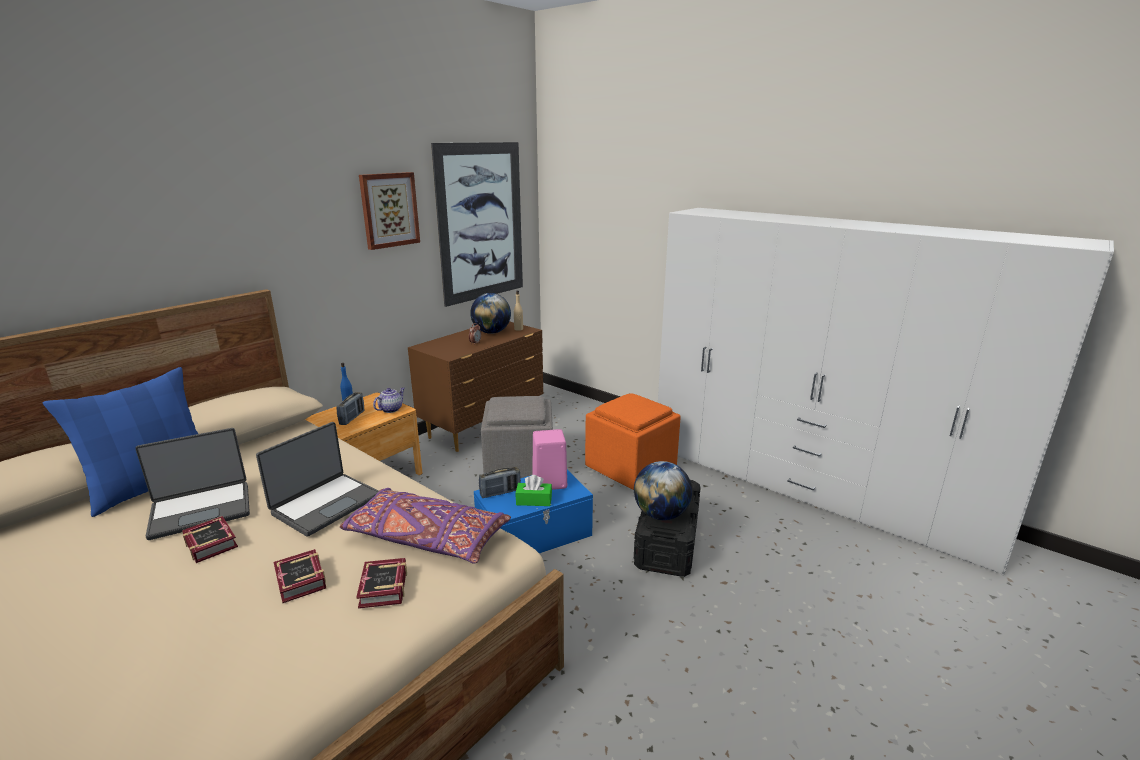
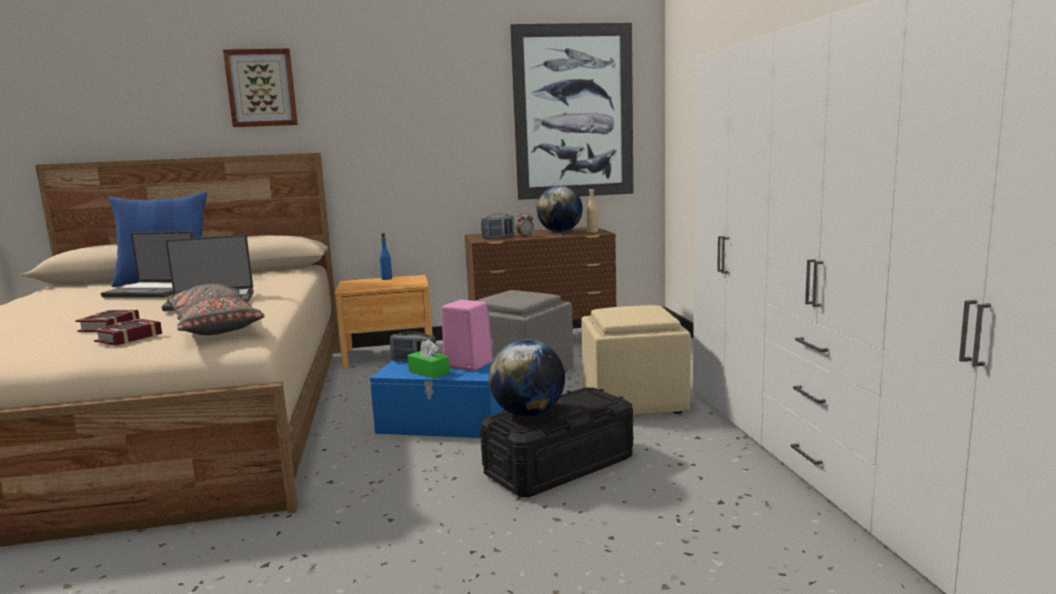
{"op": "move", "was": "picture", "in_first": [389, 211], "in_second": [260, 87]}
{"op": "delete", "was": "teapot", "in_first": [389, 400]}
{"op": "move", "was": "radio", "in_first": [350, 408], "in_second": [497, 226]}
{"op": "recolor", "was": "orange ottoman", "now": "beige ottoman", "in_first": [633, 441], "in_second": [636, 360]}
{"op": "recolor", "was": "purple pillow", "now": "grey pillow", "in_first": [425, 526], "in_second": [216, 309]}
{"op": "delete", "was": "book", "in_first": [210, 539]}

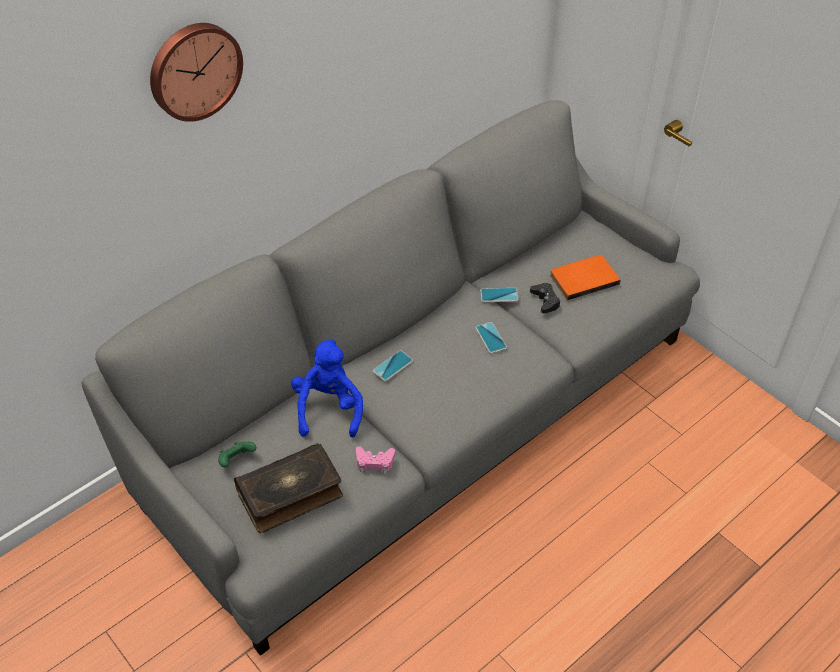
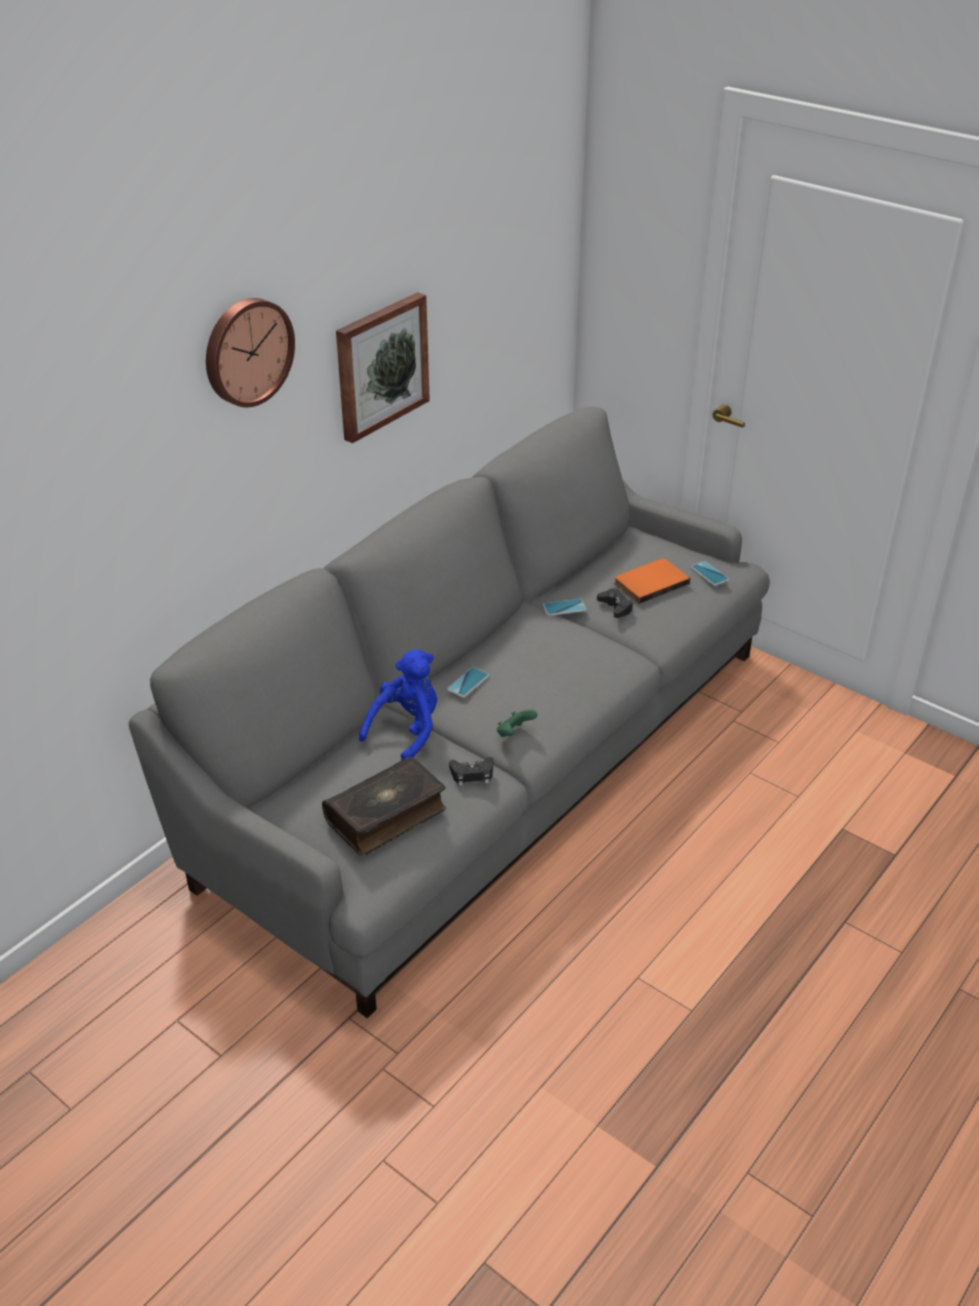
{"op": "move", "was": "phone", "in_first": [491, 337], "in_second": [710, 573]}
{"op": "rotate", "was": "blue plush toy", "in_first": [327, 388], "in_second": [398, 704], "clockwise": 45}
{"op": "move", "was": "green game controller", "in_first": [237, 454], "in_second": [517, 723]}
{"op": "recolor", "was": "pink game controller", "now": "black game controller", "in_first": [375, 460], "in_second": [471, 771]}
{"op": "insert", "now": "picture", "in_second": [383, 367]}

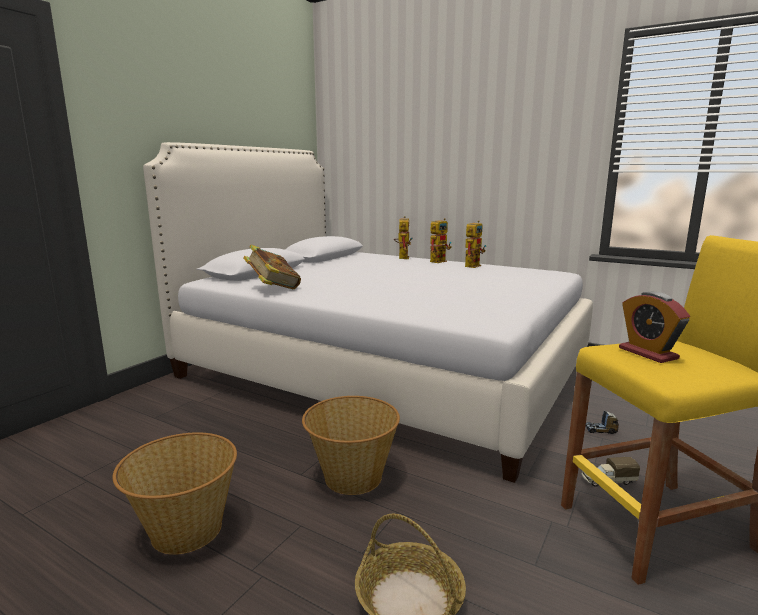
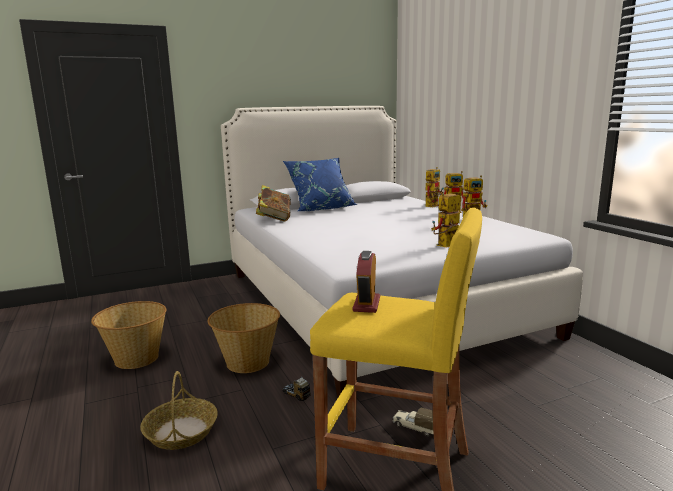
{"op": "move", "was": "toy truck", "in_first": [602, 422], "in_second": [296, 388]}
{"op": "insert", "now": "blue pillow", "in_second": [320, 184]}
{"op": "insert", "now": "toy robot", "in_second": [446, 220]}

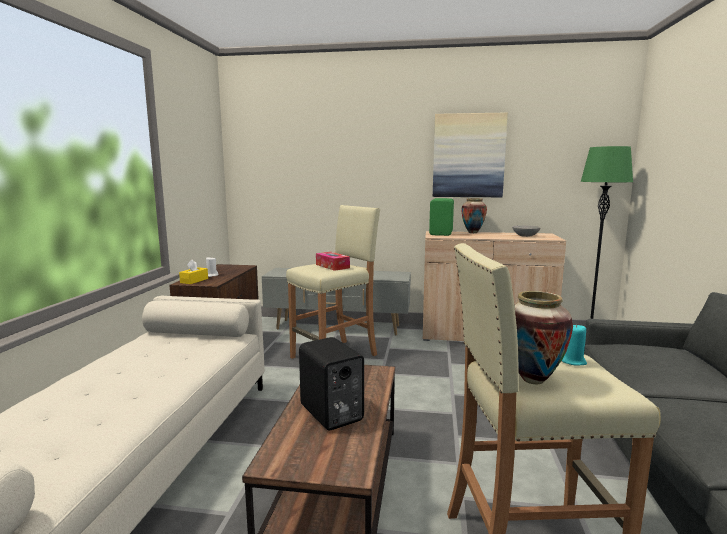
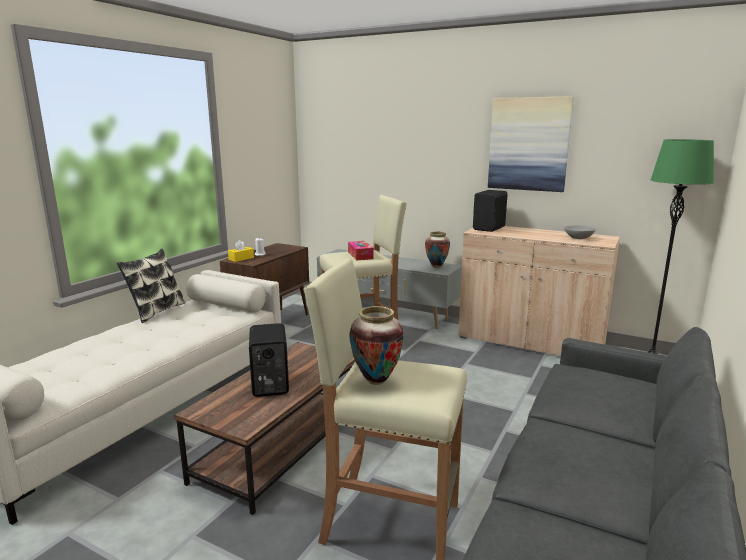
{"op": "recolor", "was": "green speaker", "now": "black speaker", "in_first": [441, 217], "in_second": [490, 211]}
{"op": "move", "was": "vase", "in_first": [474, 215], "in_second": [437, 250]}
{"op": "delete", "was": "turquoise candle", "in_first": [574, 345]}
{"op": "insert", "now": "pillow", "in_second": [151, 285]}

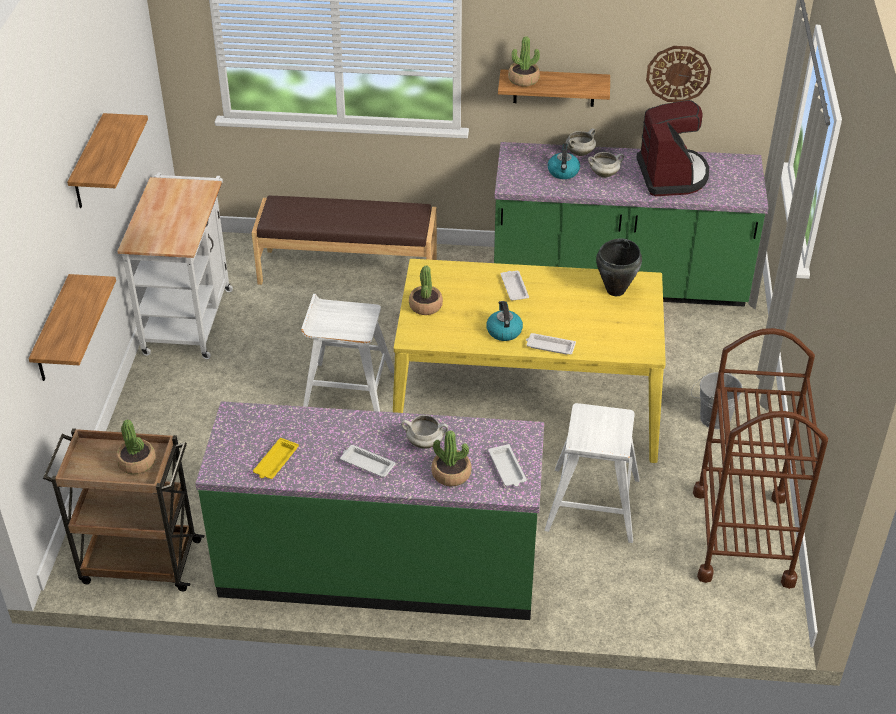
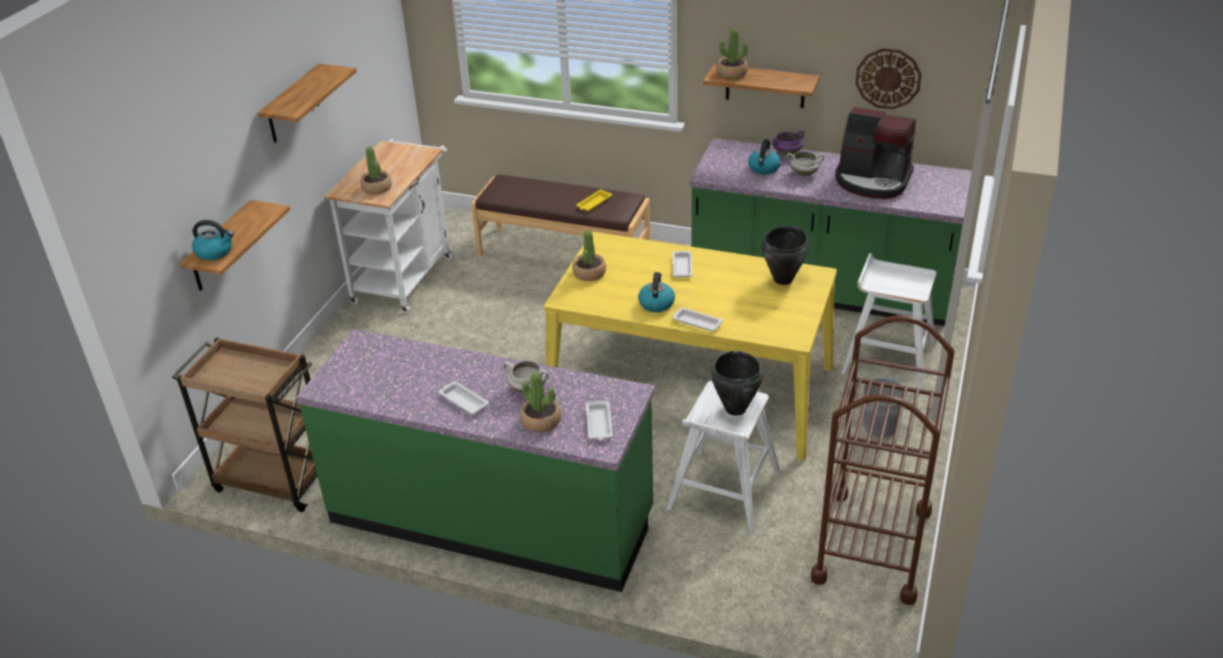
{"op": "rotate", "was": "coffee machine", "in_first": [673, 148], "in_second": [875, 153], "clockwise": 105}
{"op": "recolor", "was": "white cooking pot", "now": "purple cooking pot", "in_first": [581, 142], "in_second": [788, 143]}
{"op": "move", "was": "white stool", "in_first": [347, 352], "in_second": [888, 321]}
{"op": "move", "was": "potted plant", "in_first": [136, 447], "in_second": [376, 170]}
{"op": "move", "was": "yellow tray", "in_first": [276, 458], "in_second": [594, 200]}
{"op": "insert", "now": "kettle", "in_second": [213, 240]}
{"op": "insert", "now": "black cooking pot", "in_second": [737, 383]}

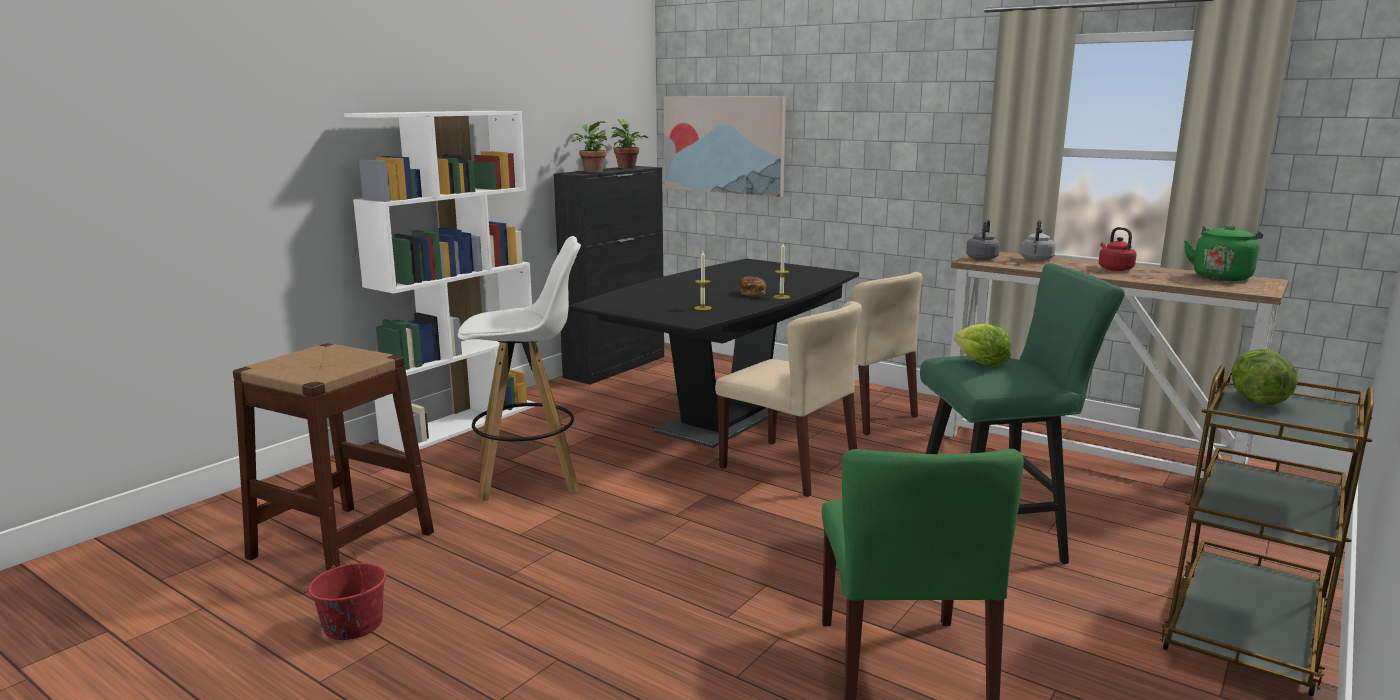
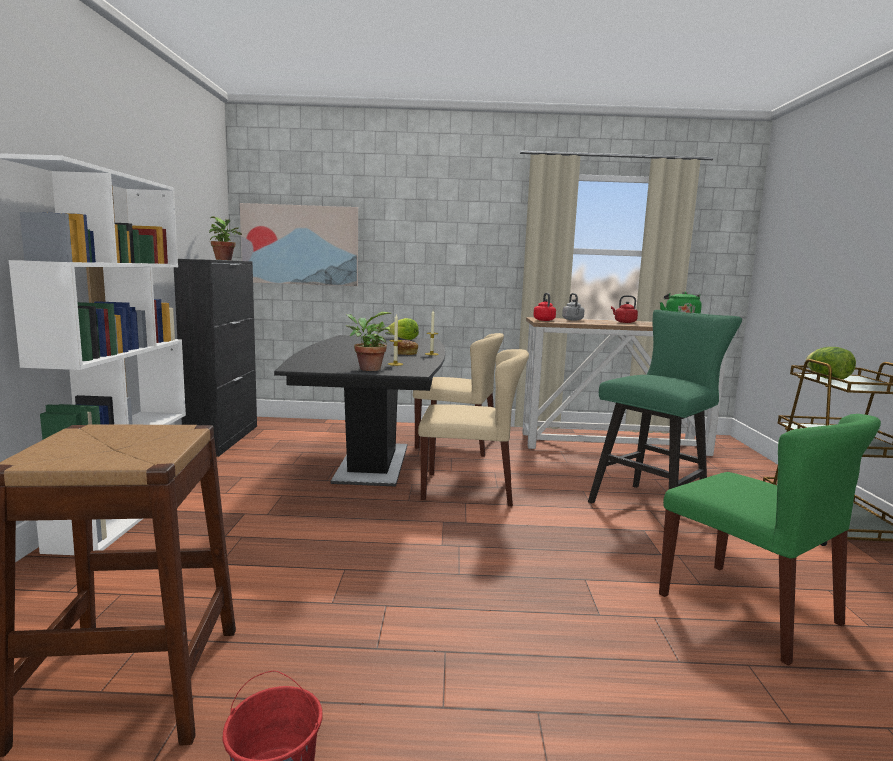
{"op": "move", "was": "potted plant", "in_first": [589, 147], "in_second": [369, 341]}
{"op": "recolor", "was": "grey kettle", "now": "red kettle", "in_first": [983, 239], "in_second": [544, 307]}
{"op": "delete", "was": "white stool", "in_first": [519, 369]}
{"op": "move", "was": "lettuce", "in_first": [982, 345], "in_second": [403, 329]}

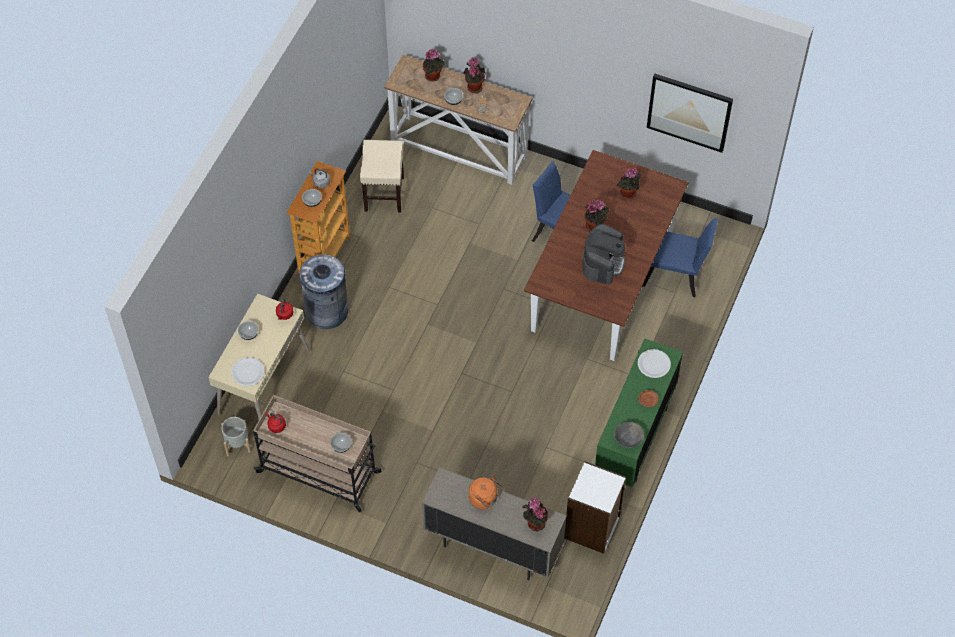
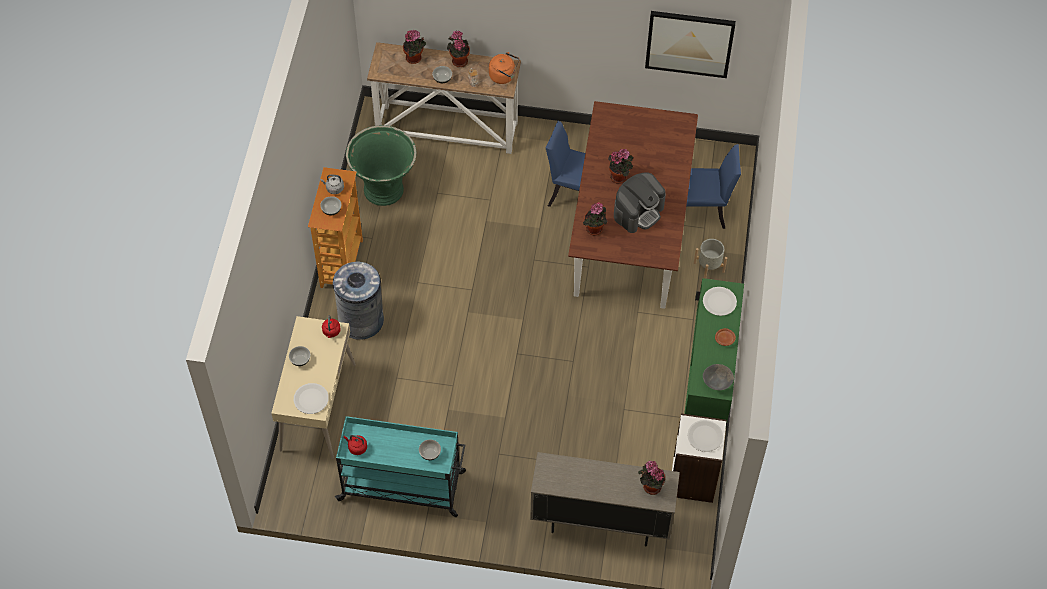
{"op": "replace", "was": "beige stool", "now": "green planter", "in_first": [382, 176], "in_second": [381, 165]}
{"op": "move", "was": "potted plant", "in_first": [629, 183], "in_second": [595, 218]}
{"op": "rotate", "was": "coffee machine", "in_first": [603, 254], "in_second": [640, 202], "clockwise": 45}
{"op": "recolor", "was": "beige cart", "now": "turquoise cart", "in_first": [317, 453], "in_second": [400, 466]}
{"op": "move", "was": "grey planter", "in_first": [236, 436], "in_second": [710, 259]}
{"op": "move", "was": "orange kettle", "in_first": [486, 492], "in_second": [504, 68]}
{"op": "insert", "now": "white plate", "in_second": [705, 436]}

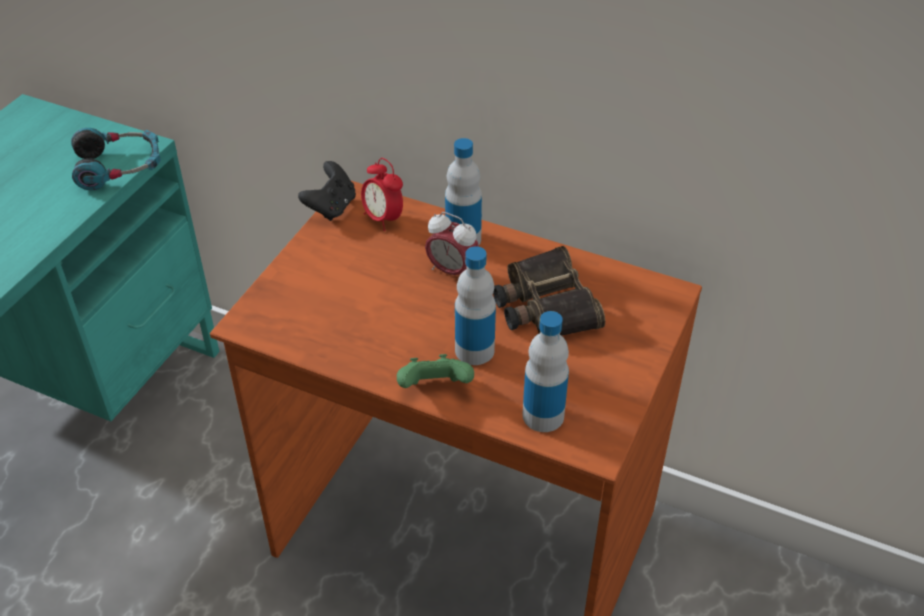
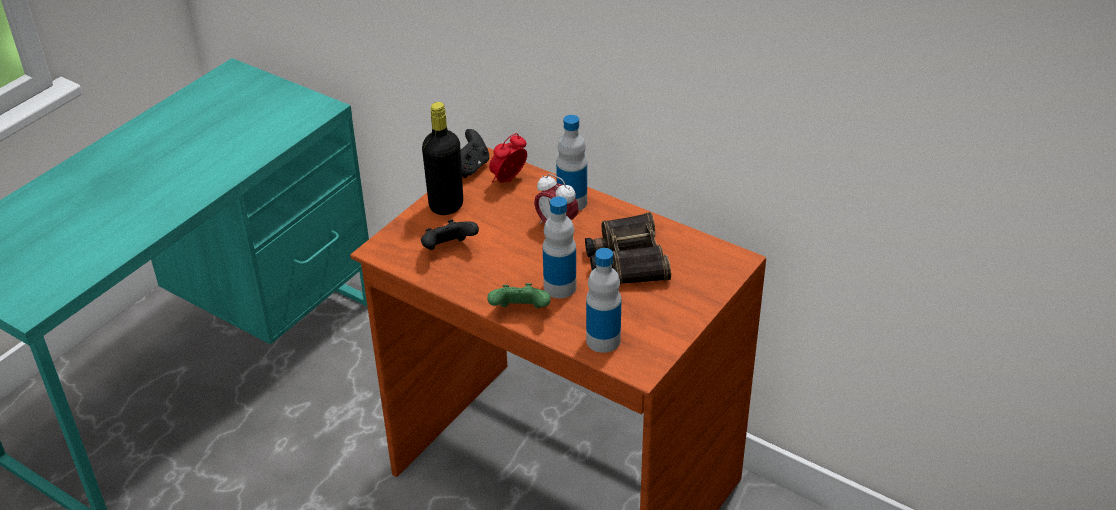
{"op": "delete", "was": "headphones", "in_first": [116, 159]}
{"op": "rotate", "was": "alarm clock", "in_first": [382, 194], "in_second": [508, 158], "clockwise": 75}
{"op": "insert", "now": "black bottle", "in_second": [442, 158]}
{"op": "insert", "now": "black game controller", "in_second": [450, 234]}

